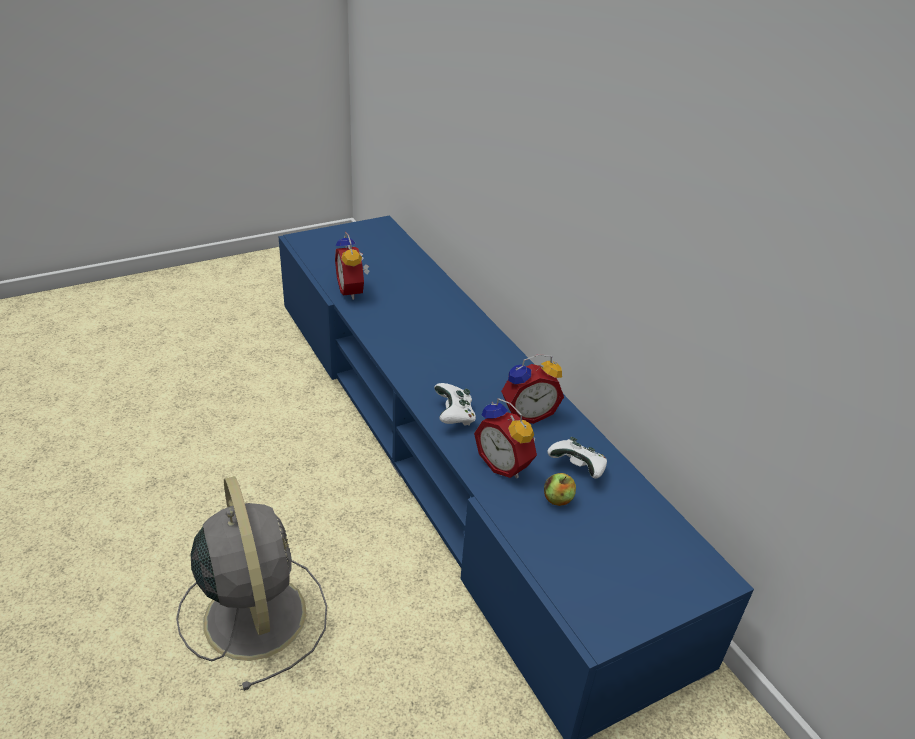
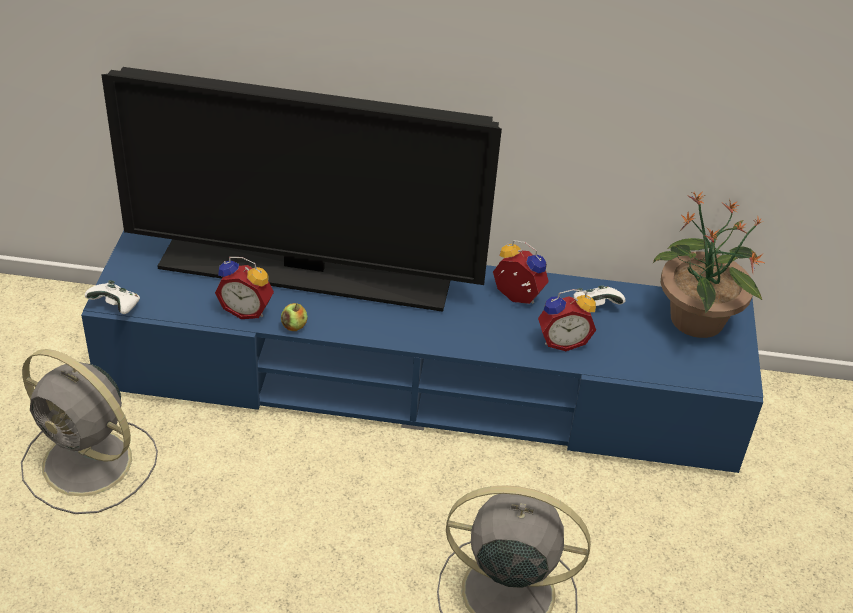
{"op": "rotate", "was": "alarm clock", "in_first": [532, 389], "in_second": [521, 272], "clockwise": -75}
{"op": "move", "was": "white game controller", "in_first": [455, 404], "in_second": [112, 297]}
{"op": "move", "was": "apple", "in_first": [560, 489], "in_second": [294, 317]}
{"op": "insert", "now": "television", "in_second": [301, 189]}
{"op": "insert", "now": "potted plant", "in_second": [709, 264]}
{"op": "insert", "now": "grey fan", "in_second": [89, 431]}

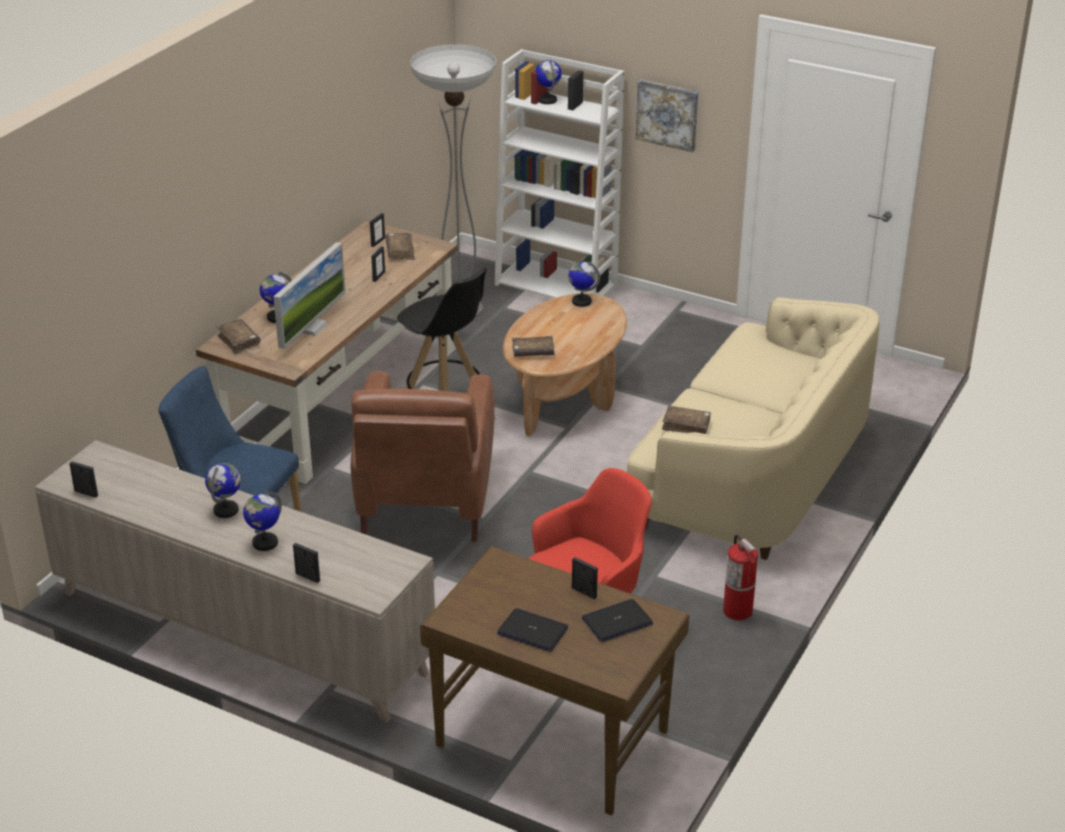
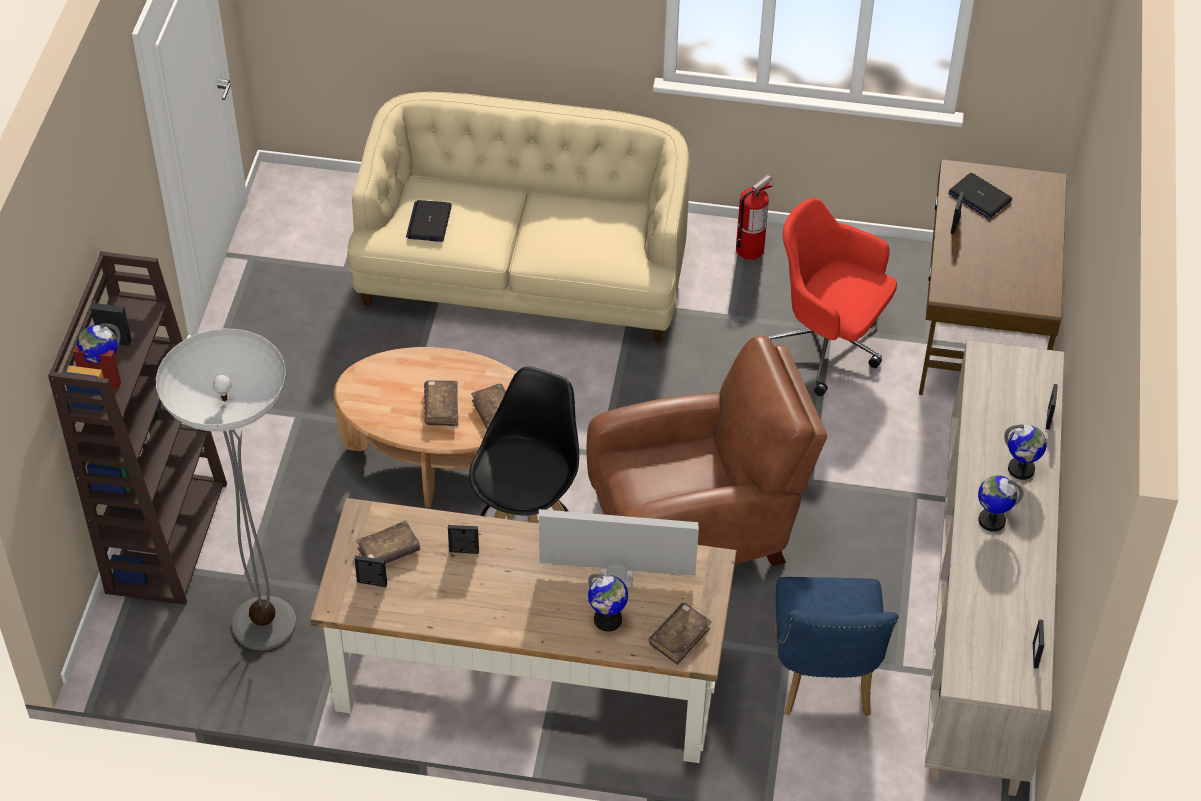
{"op": "recolor", "was": "white bookcase", "now": "brown bookcase", "in_first": [559, 173], "in_second": [137, 428]}
{"op": "delete", "was": "picture", "in_first": [667, 115]}
{"op": "delete", "was": "globe", "in_first": [584, 284]}
{"op": "move", "was": "brown book", "in_first": [686, 420], "in_second": [441, 403]}
{"op": "move", "was": "laptop", "in_first": [532, 630], "in_second": [429, 221]}

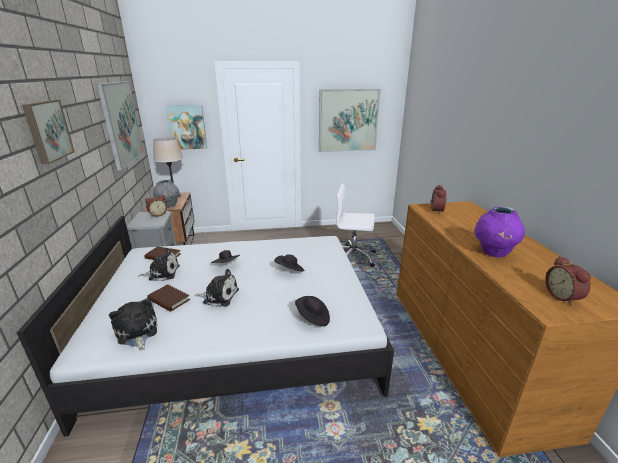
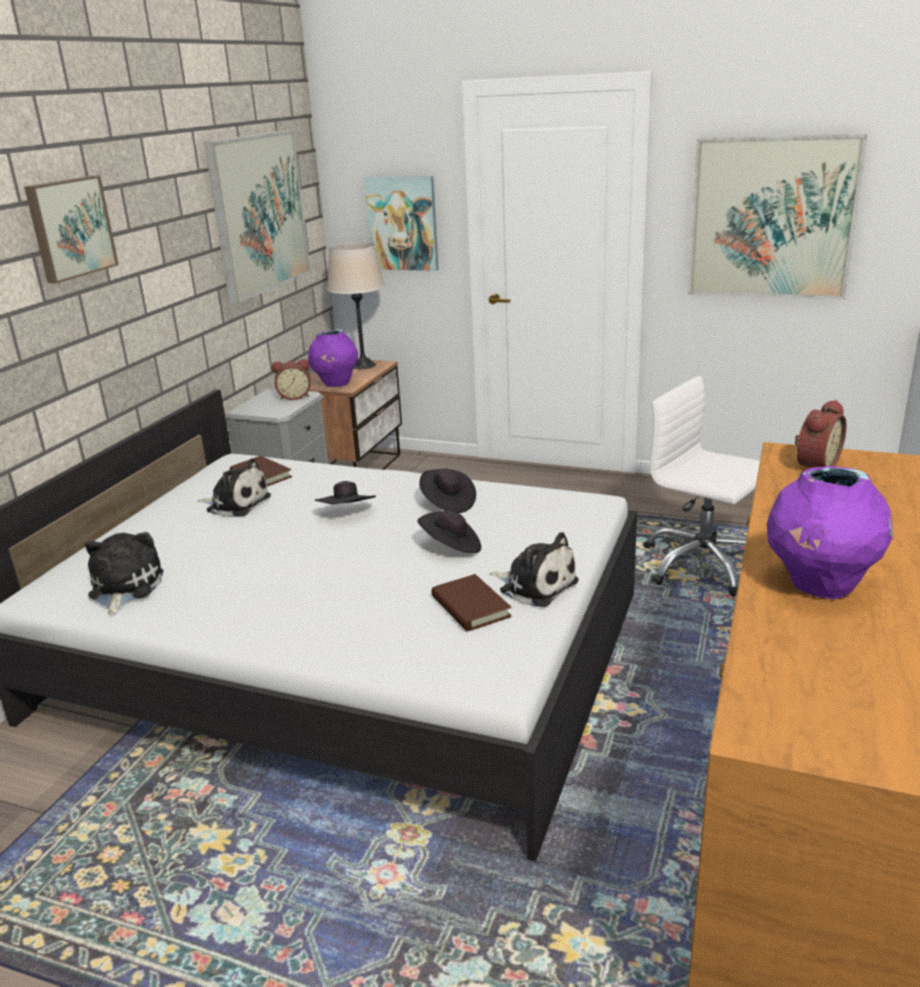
{"op": "recolor", "was": "grey vase", "now": "purple vase", "in_first": [166, 193], "in_second": [333, 358]}
{"op": "delete", "was": "alarm clock", "in_first": [568, 281]}
{"op": "move", "was": "plush toy", "in_first": [217, 288], "in_second": [534, 569]}
{"op": "move", "was": "brown book", "in_first": [168, 298], "in_second": [471, 603]}
{"op": "move", "was": "black hat", "in_first": [312, 311], "in_second": [447, 490]}

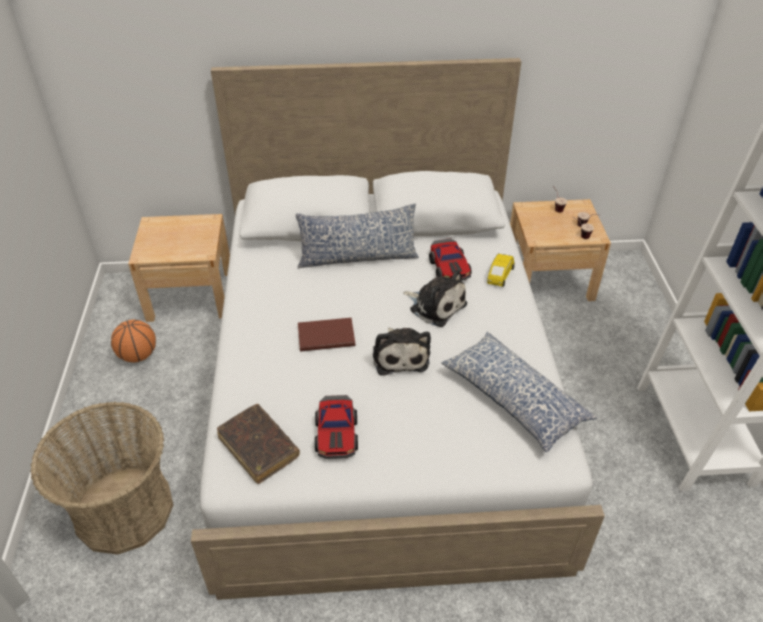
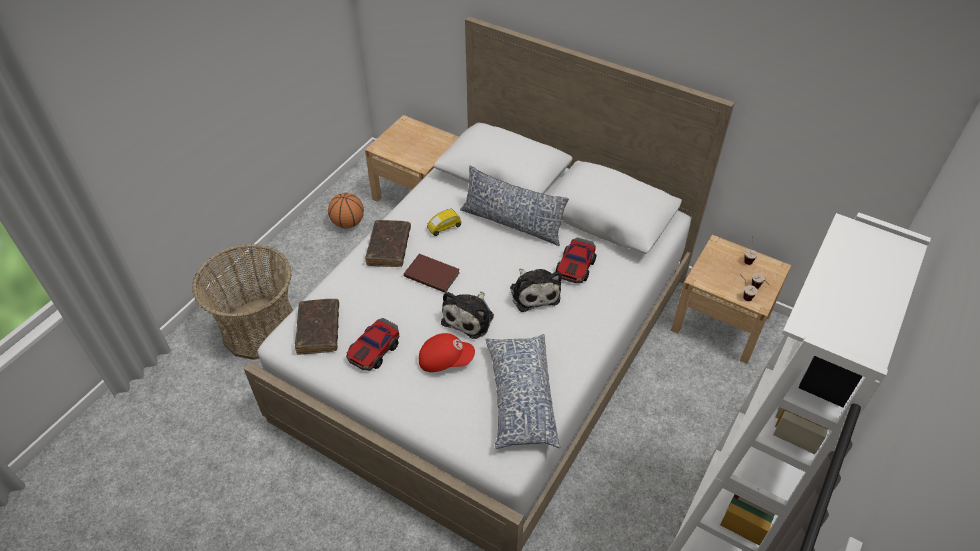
{"op": "move", "was": "yellow toy car", "in_first": [501, 270], "in_second": [444, 222]}
{"op": "insert", "now": "brown book", "in_second": [388, 243]}
{"op": "insert", "now": "red cap", "in_second": [447, 352]}

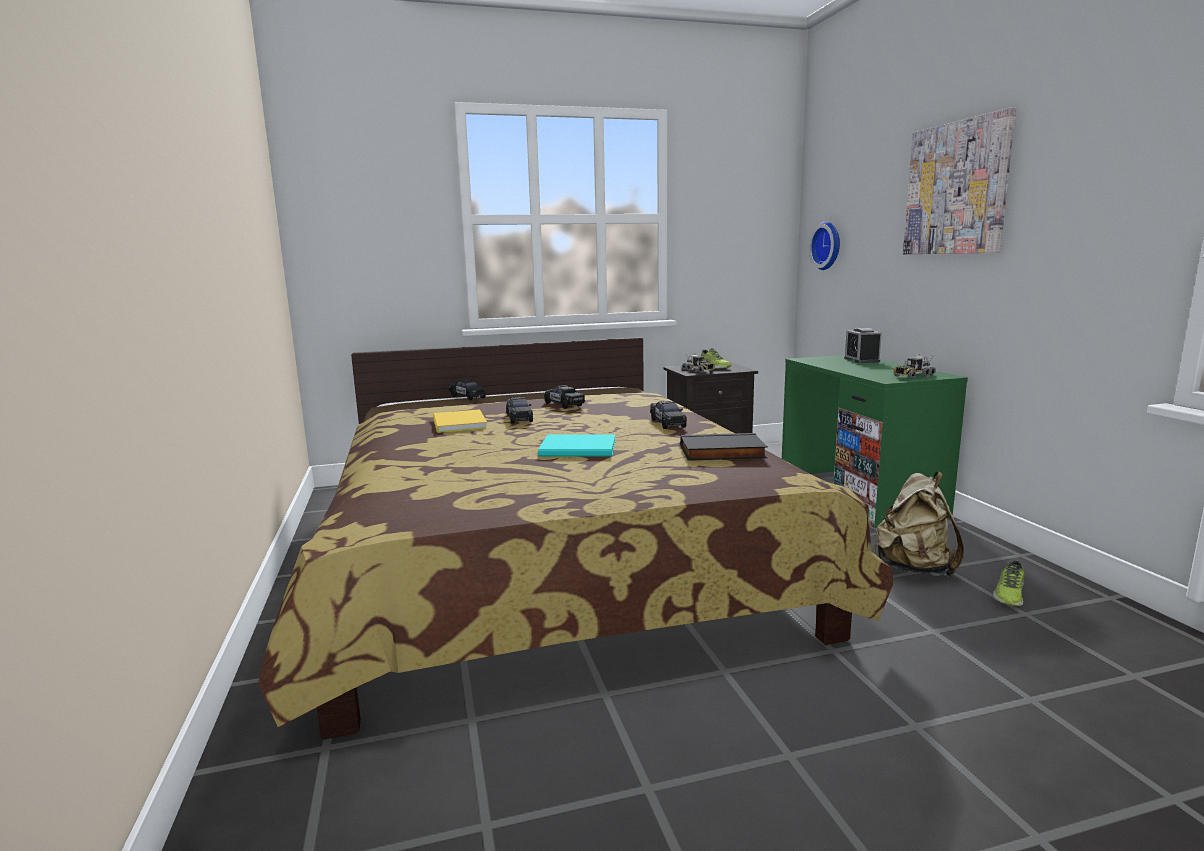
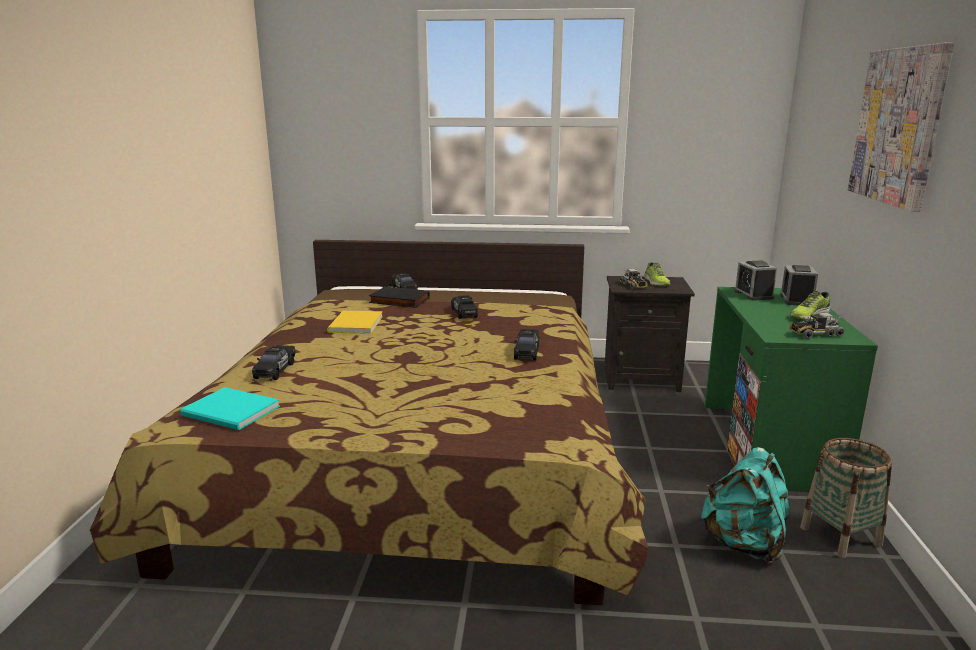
{"op": "delete", "was": "wall clock", "in_first": [824, 245]}
{"op": "move", "was": "black toy car", "in_first": [519, 410], "in_second": [274, 362]}
{"op": "move", "was": "black book", "in_first": [724, 447], "in_second": [399, 297]}
{"op": "move", "was": "turquoise book", "in_first": [577, 445], "in_second": [230, 408]}
{"op": "recolor", "was": "beige backpack", "now": "turquoise backpack", "in_first": [918, 524], "in_second": [745, 505]}
{"op": "move", "was": "shoe", "in_first": [1009, 583], "in_second": [810, 305]}
{"op": "insert", "now": "alarm clock", "in_second": [755, 280]}
{"op": "insert", "now": "basket", "in_second": [846, 498]}

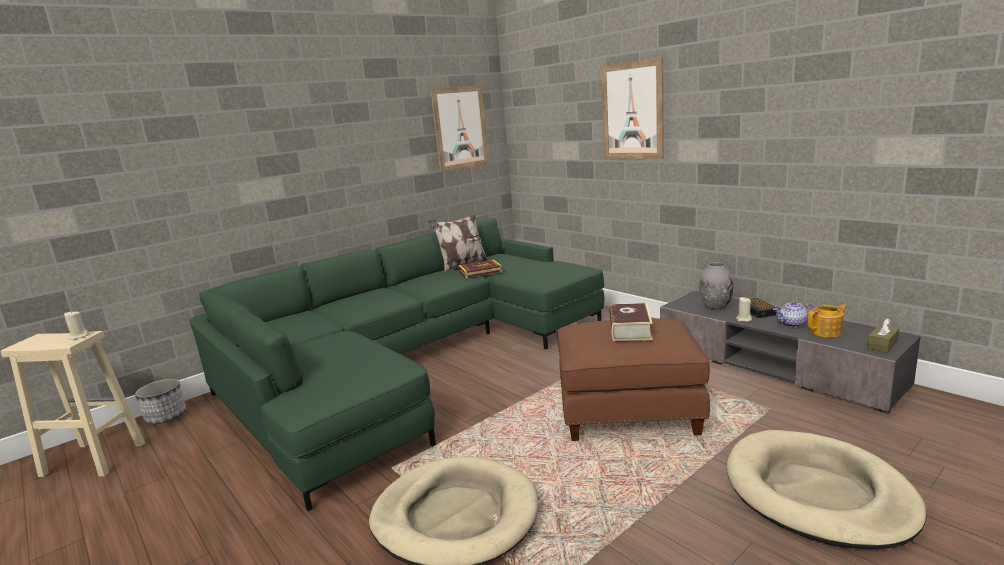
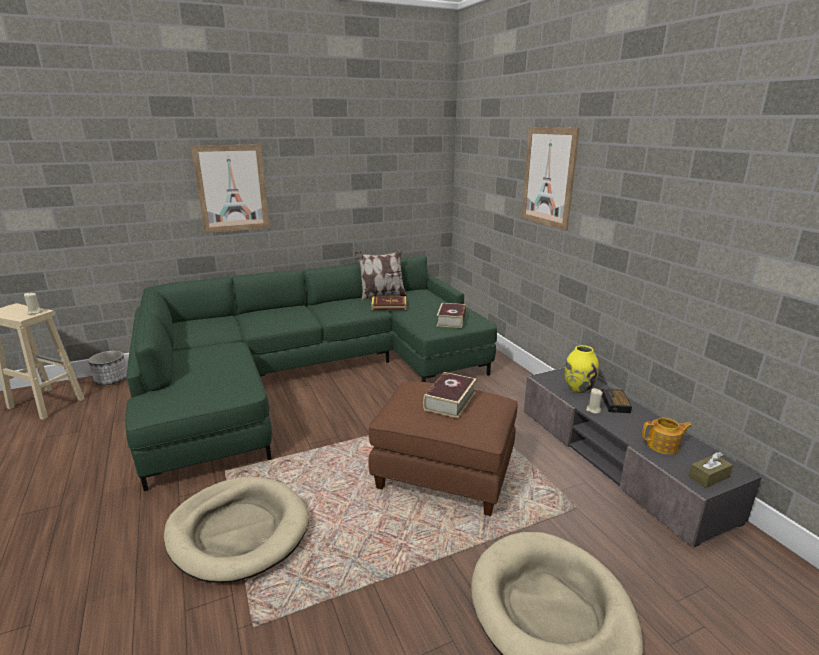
{"op": "move", "was": "picture", "in_first": [459, 129], "in_second": [230, 188]}
{"op": "recolor", "was": "grey vase", "now": "yellow vase", "in_first": [716, 286], "in_second": [582, 369]}
{"op": "delete", "was": "teapot", "in_first": [793, 314]}
{"op": "insert", "now": "book", "in_second": [451, 315]}

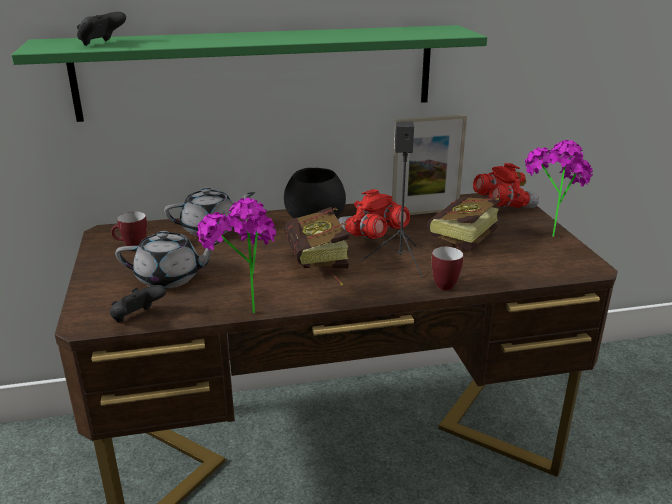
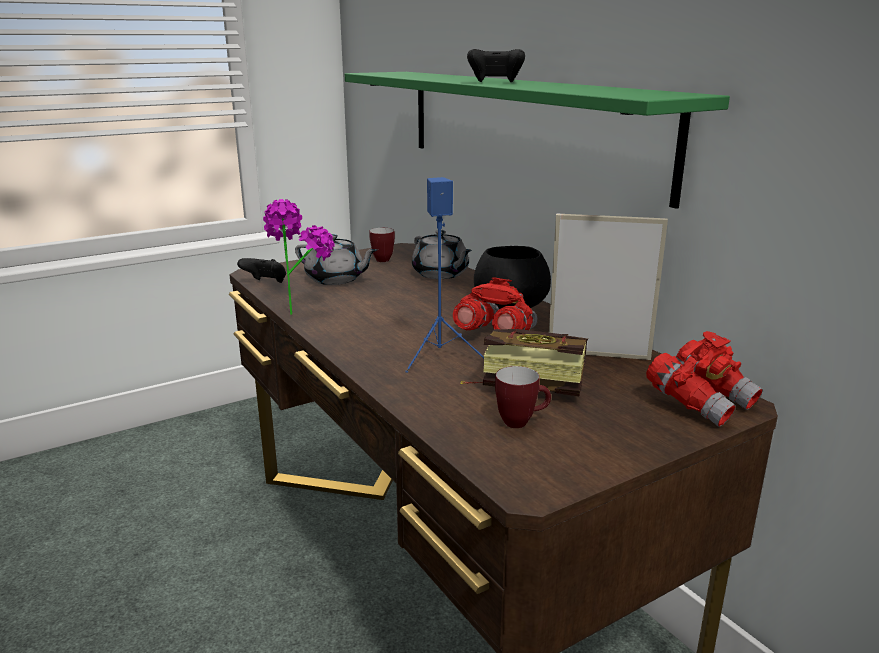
{"op": "move", "was": "black game controller", "in_first": [101, 29], "in_second": [496, 65]}
{"op": "rotate", "was": "picture frame", "in_first": [429, 165], "in_second": [608, 286], "clockwise": 135}
{"op": "recolor", "was": "black speaker", "now": "blue speaker", "in_first": [392, 199], "in_second": [444, 275]}
{"op": "delete", "was": "potted plant", "in_first": [559, 188]}
{"op": "delete", "was": "book", "in_first": [316, 246]}
{"op": "rotate", "was": "grey teapot", "in_first": [167, 260], "in_second": [336, 259], "clockwise": -45}
{"op": "move", "was": "mug", "in_first": [447, 269], "in_second": [523, 397]}

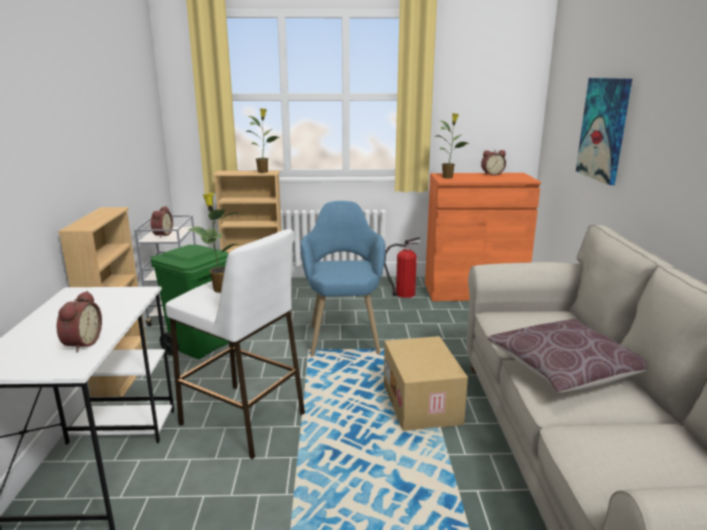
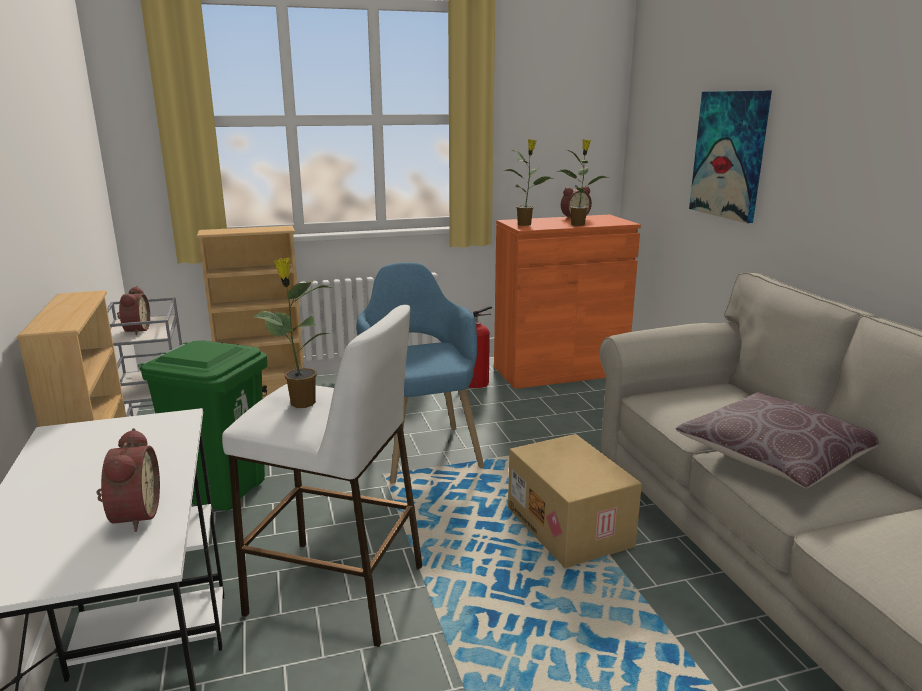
{"op": "move", "was": "potted plant", "in_first": [263, 140], "in_second": [583, 182]}

